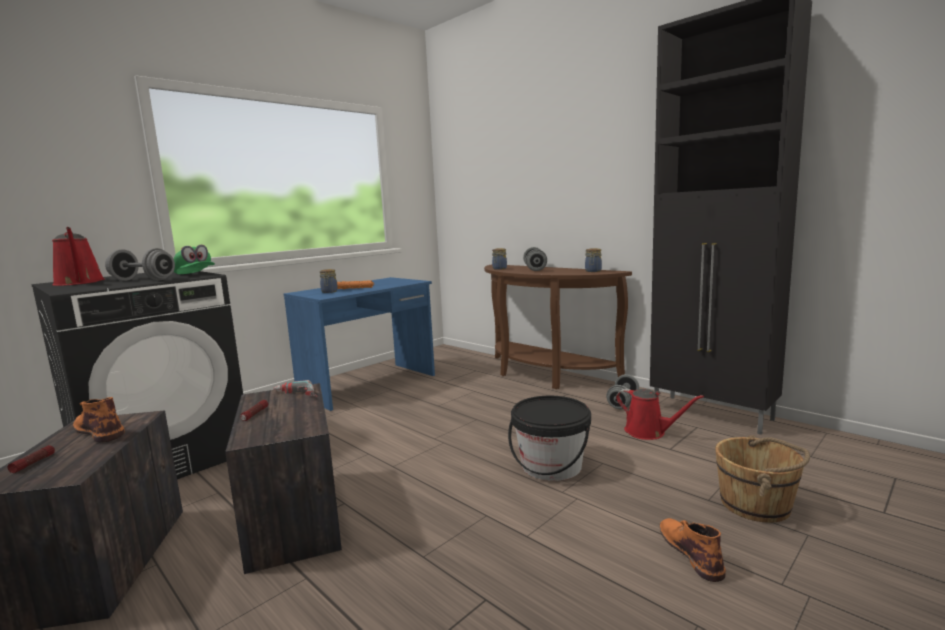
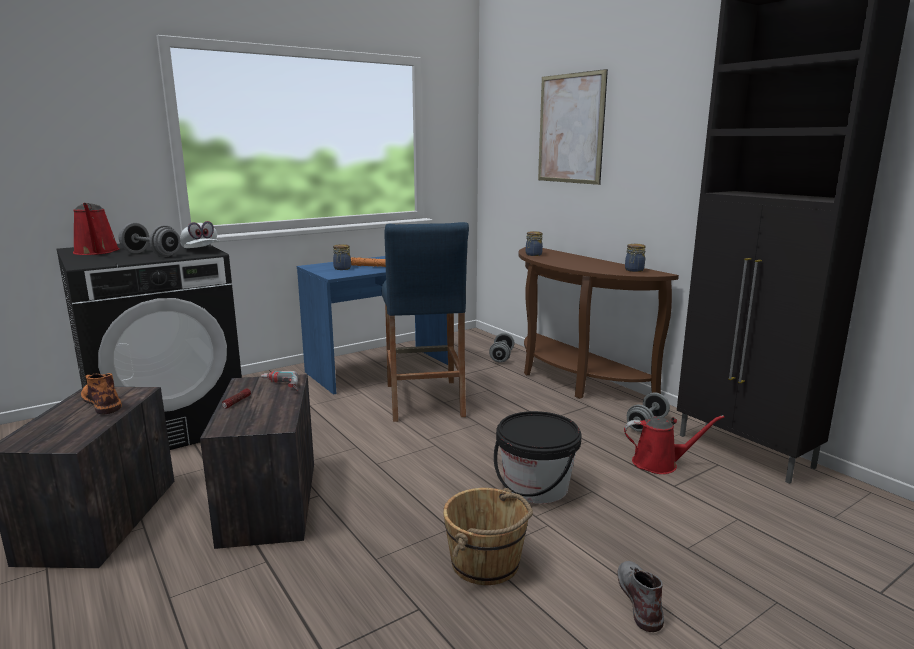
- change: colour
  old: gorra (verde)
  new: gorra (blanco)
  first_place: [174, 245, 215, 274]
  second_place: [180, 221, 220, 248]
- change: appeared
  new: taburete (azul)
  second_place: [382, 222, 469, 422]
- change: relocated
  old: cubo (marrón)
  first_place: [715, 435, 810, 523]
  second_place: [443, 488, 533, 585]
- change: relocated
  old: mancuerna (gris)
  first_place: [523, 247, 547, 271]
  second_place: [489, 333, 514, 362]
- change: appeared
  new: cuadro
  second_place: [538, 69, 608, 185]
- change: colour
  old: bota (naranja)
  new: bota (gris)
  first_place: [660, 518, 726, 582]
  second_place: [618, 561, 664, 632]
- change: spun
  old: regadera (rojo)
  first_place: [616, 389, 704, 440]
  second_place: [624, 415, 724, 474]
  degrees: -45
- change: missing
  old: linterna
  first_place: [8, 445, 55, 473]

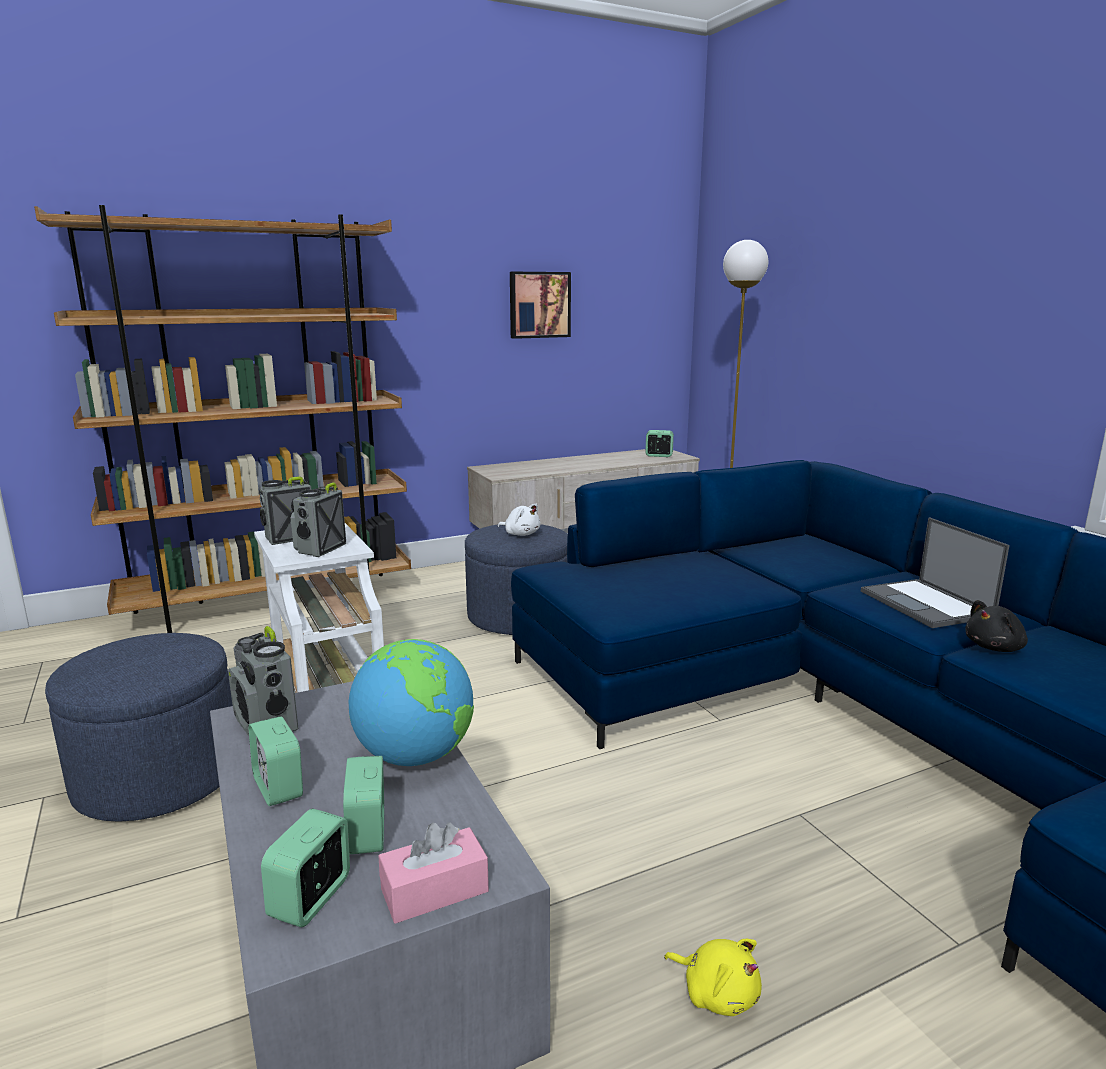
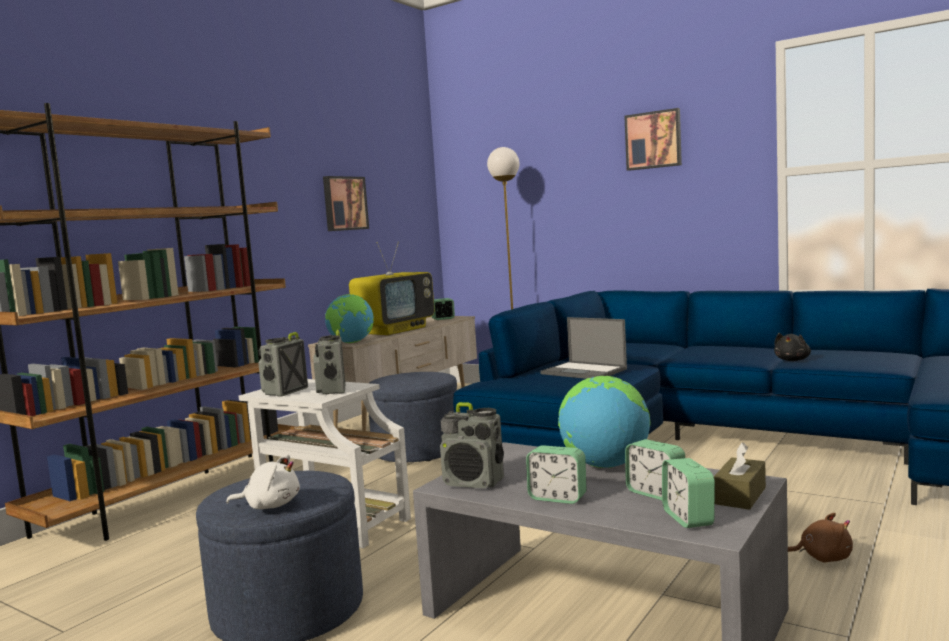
- change: relocated
  old: peluche (blanco)
  first_place: [498, 504, 540, 536]
  second_place: [226, 454, 300, 509]
- change: appeared
  new: globo terráqueo
  second_place: [325, 294, 374, 343]
- change: appeared
  new: televisor
  second_place: [349, 241, 434, 335]
- change: relocated
  old: portátil
  first_place: [861, 517, 1010, 628]
  second_place: [540, 317, 627, 379]
- change: appeared
  new: cuadro
  second_place: [624, 108, 682, 171]
- change: colour
  old: caja de pañuelos (rosa)
  new: caja de pañuelos (marrón)
  first_place: [379, 822, 489, 924]
  second_place: [714, 442, 766, 510]
- change: colour
  old: peluche (amarillo)
  new: peluche (marrón)
  first_place: [664, 939, 762, 1016]
  second_place: [788, 513, 853, 563]

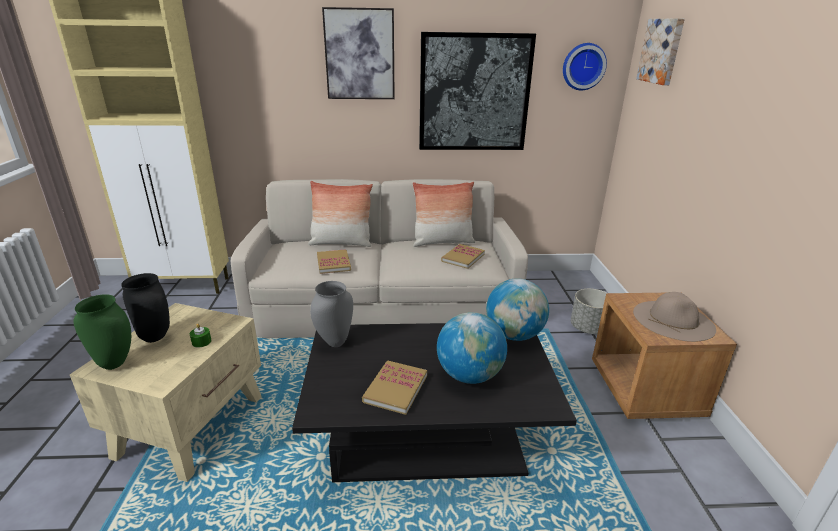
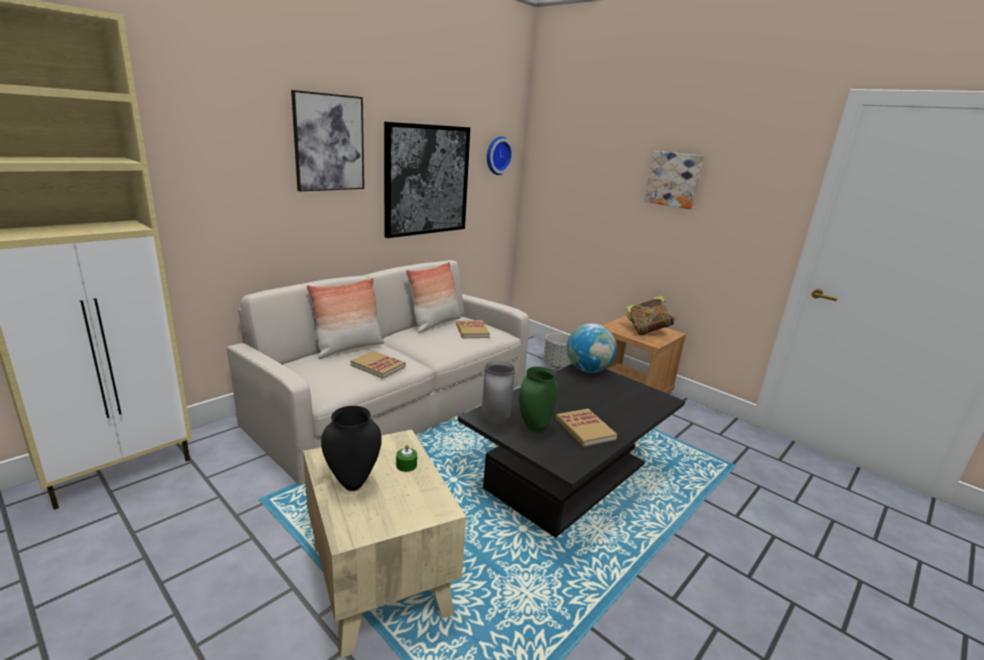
- change: relocated
  old: florero (verde)
  first_place: [73, 294, 131, 370]
  second_place: [519, 367, 559, 432]
- change: exchanged
  old: sombrero (beis)
  new: libro
  first_place: [633, 292, 716, 342]
  second_place: [626, 296, 676, 335]
- change: relocated
  old: cuadro
  first_place: [636, 18, 685, 85]
  second_place: [644, 151, 704, 209]
- change: missing
  old: globo terráqueo
  first_place: [437, 312, 507, 384]

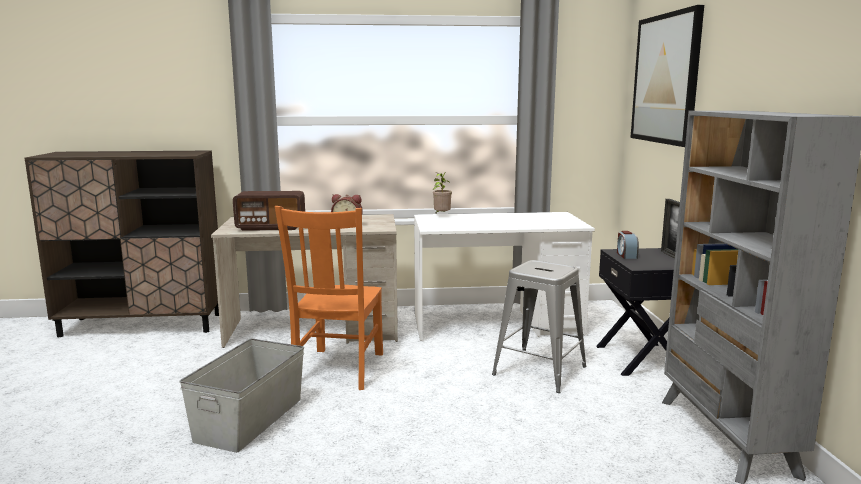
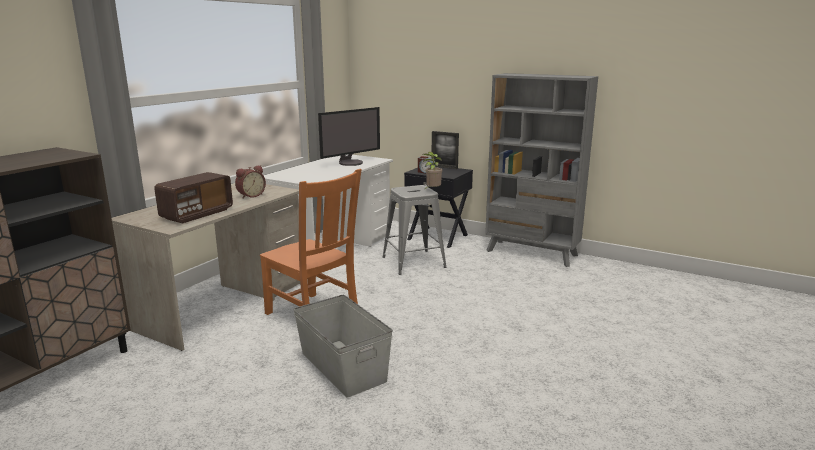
- change: appeared
  new: monitor
  second_place: [318, 107, 380, 166]
- change: relocated
  old: planta en maceta
  first_place: [433, 172, 452, 213]
  second_place: [423, 152, 442, 189]
- change: missing
  old: cuadro
  first_place: [631, 5, 704, 147]

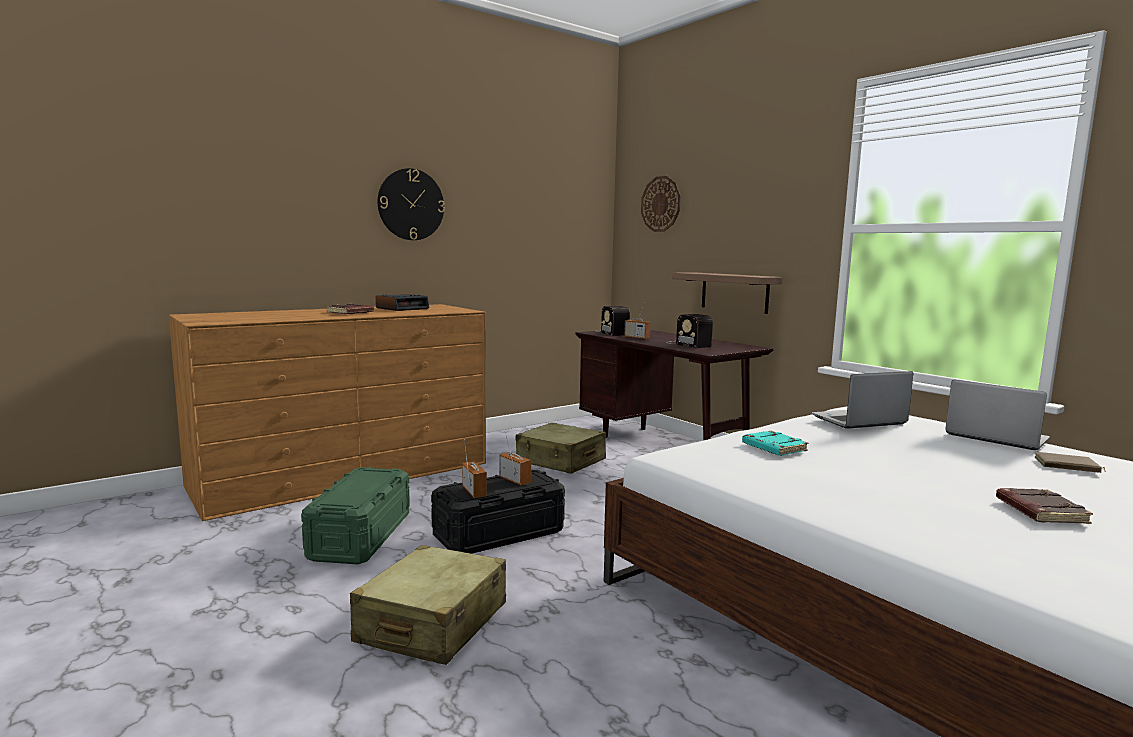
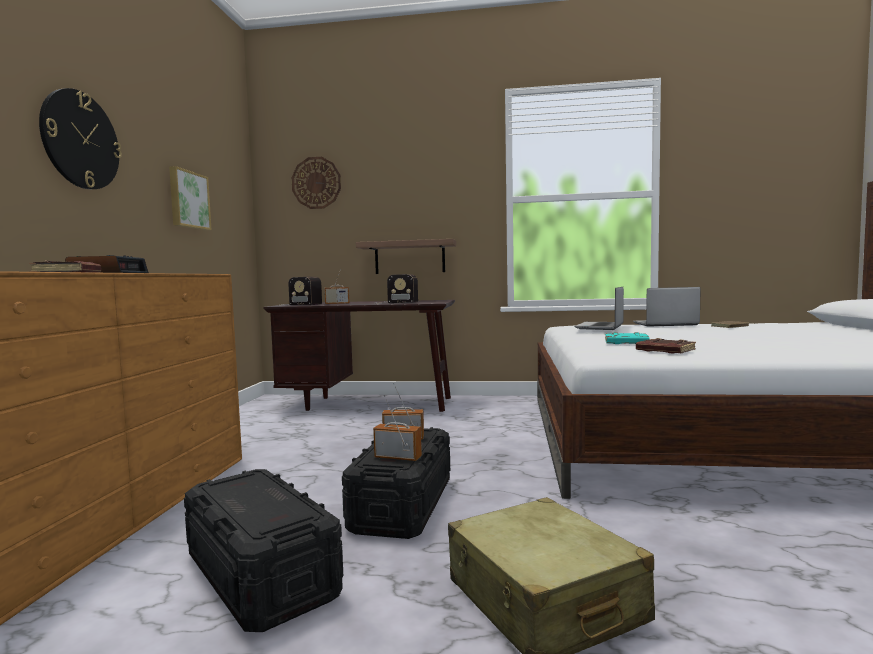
- change: appeared
  new: cuadro
  second_place: [169, 166, 212, 230]
- change: colour
  old: caja de almacenaje (verde)
  new: caja de almacenaje (negro)
  first_place: [301, 467, 410, 564]
  second_place: [184, 469, 343, 632]
- change: relocated
  old: libro (marrón)
  first_place: [996, 488, 1093, 524]
  second_place: [636, 338, 696, 353]
- change: missing
  old: maleta (beis)
  first_place: [516, 423, 606, 474]

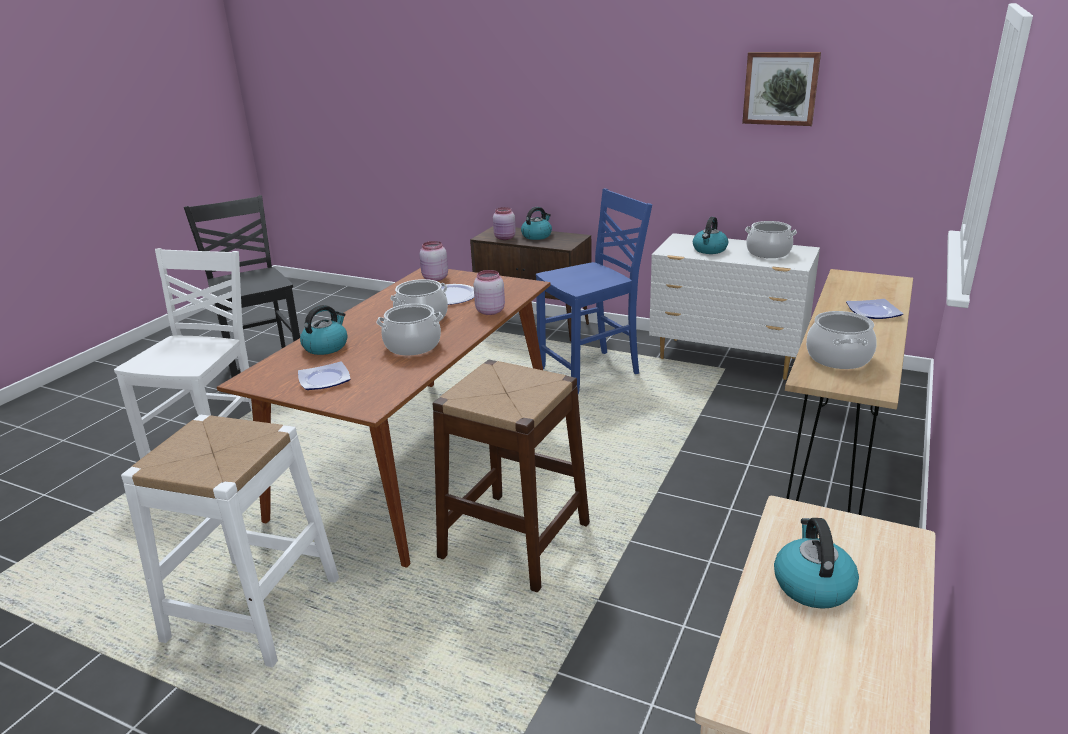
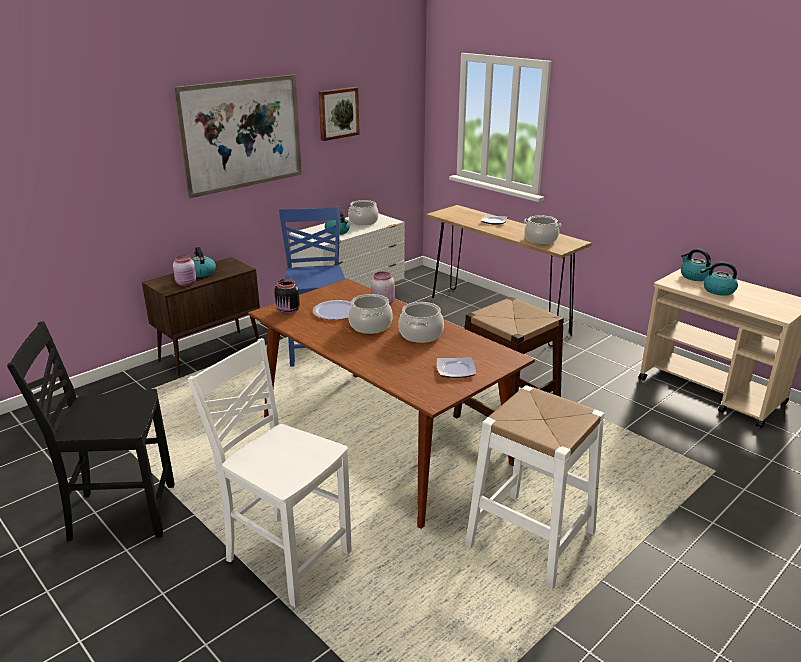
- change: appeared
  new: cuadro
  second_place: [173, 75, 302, 198]
- change: colour
  old: tarro (rosa)
  new: tarro (negro)
  first_place: [419, 241, 448, 281]
  second_place: [274, 279, 300, 315]
- change: relocated
  old: hervidor
  first_place: [300, 305, 348, 355]
  second_place: [681, 249, 713, 281]

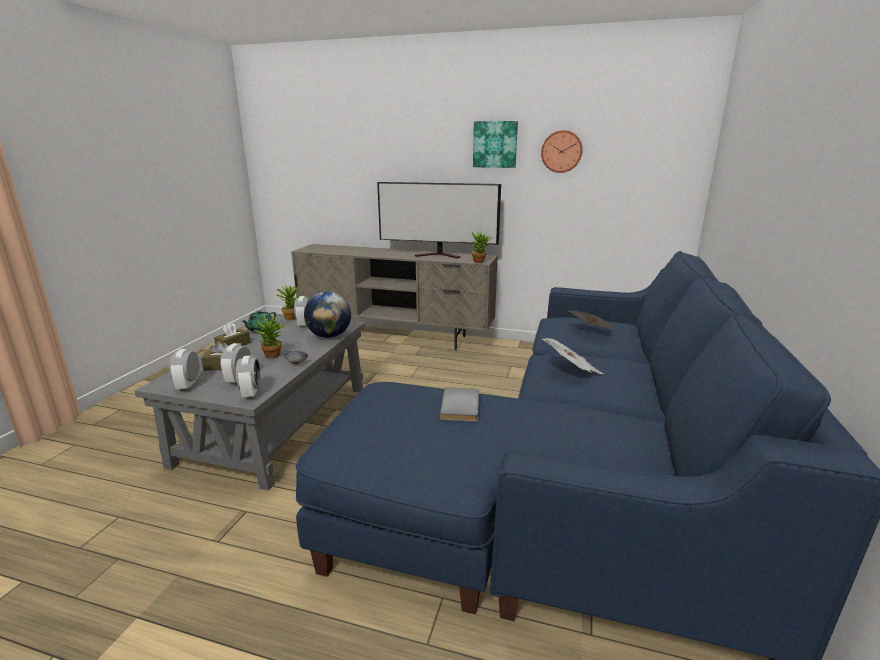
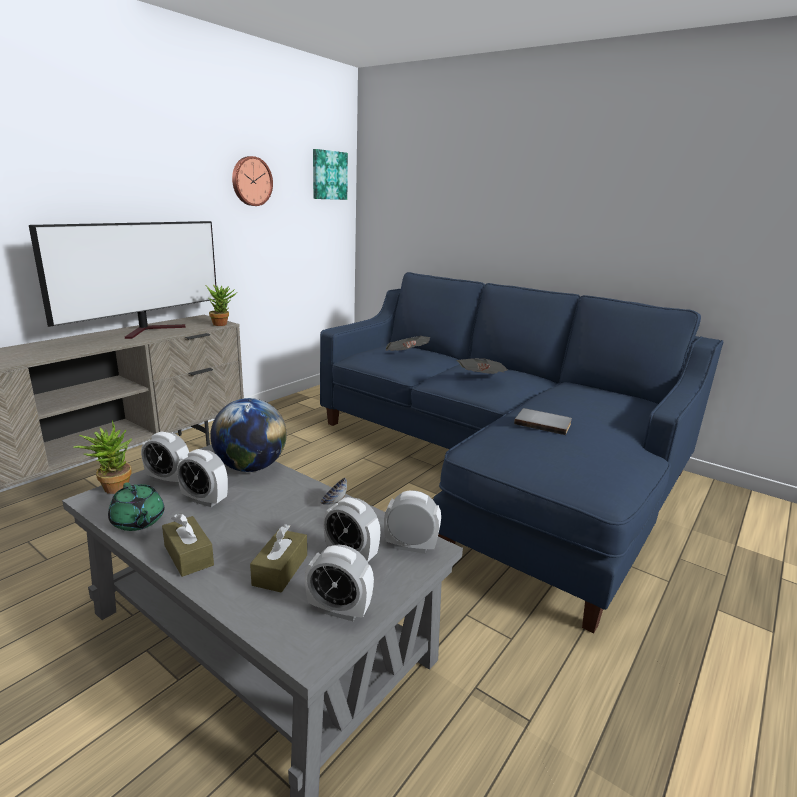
- change: appeared
  new: despertador
  second_place: [177, 449, 228, 507]
- change: relocated
  old: cuadro
  first_place: [473, 121, 518, 168]
  second_place: [313, 149, 348, 200]
- change: missing
  old: planta en maceta
  first_place: [254, 314, 286, 359]

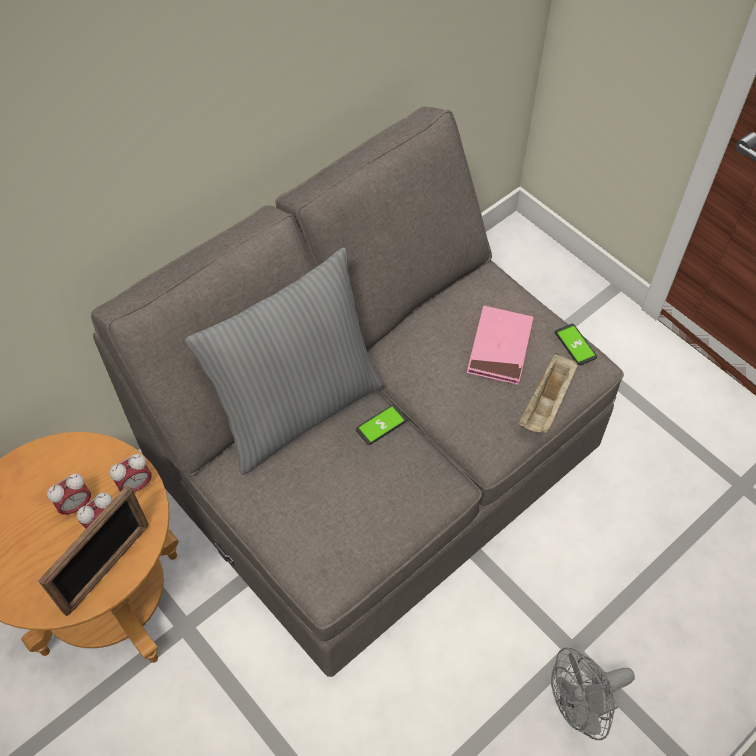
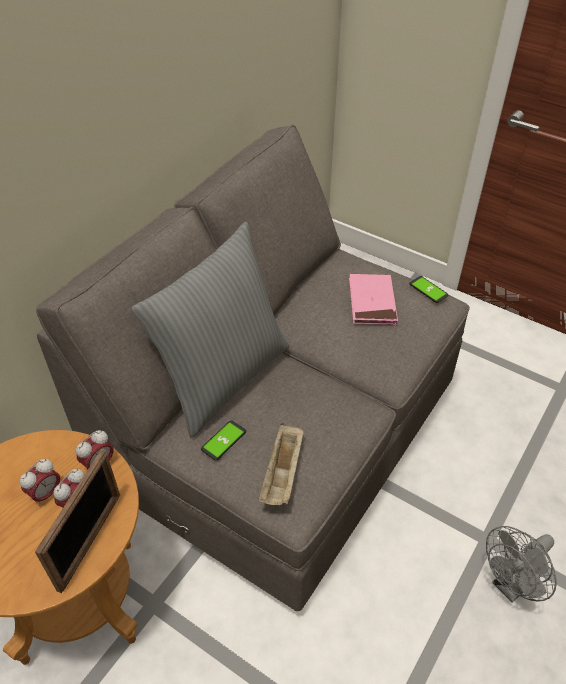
- change: relocated
  old: móvil
  first_place: [356, 404, 408, 445]
  second_place: [201, 420, 246, 460]
- change: relocated
  old: bandeja (beis)
  first_place: [519, 353, 578, 433]
  second_place: [258, 423, 304, 505]

